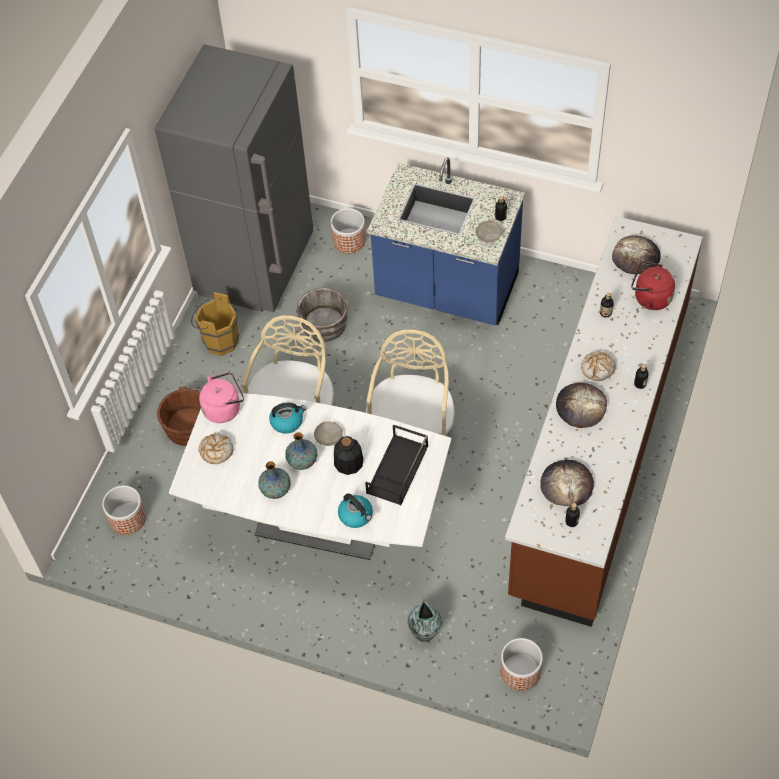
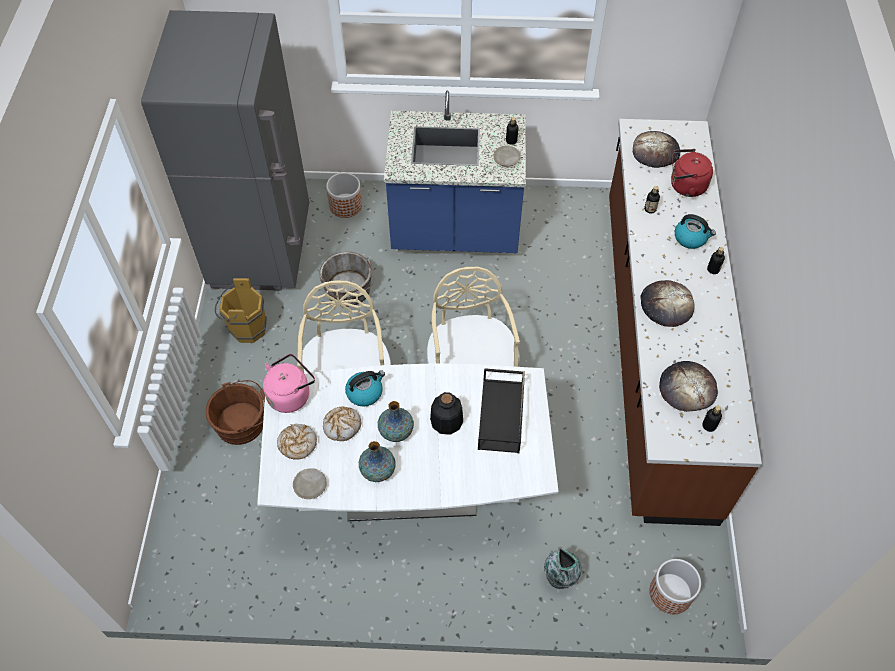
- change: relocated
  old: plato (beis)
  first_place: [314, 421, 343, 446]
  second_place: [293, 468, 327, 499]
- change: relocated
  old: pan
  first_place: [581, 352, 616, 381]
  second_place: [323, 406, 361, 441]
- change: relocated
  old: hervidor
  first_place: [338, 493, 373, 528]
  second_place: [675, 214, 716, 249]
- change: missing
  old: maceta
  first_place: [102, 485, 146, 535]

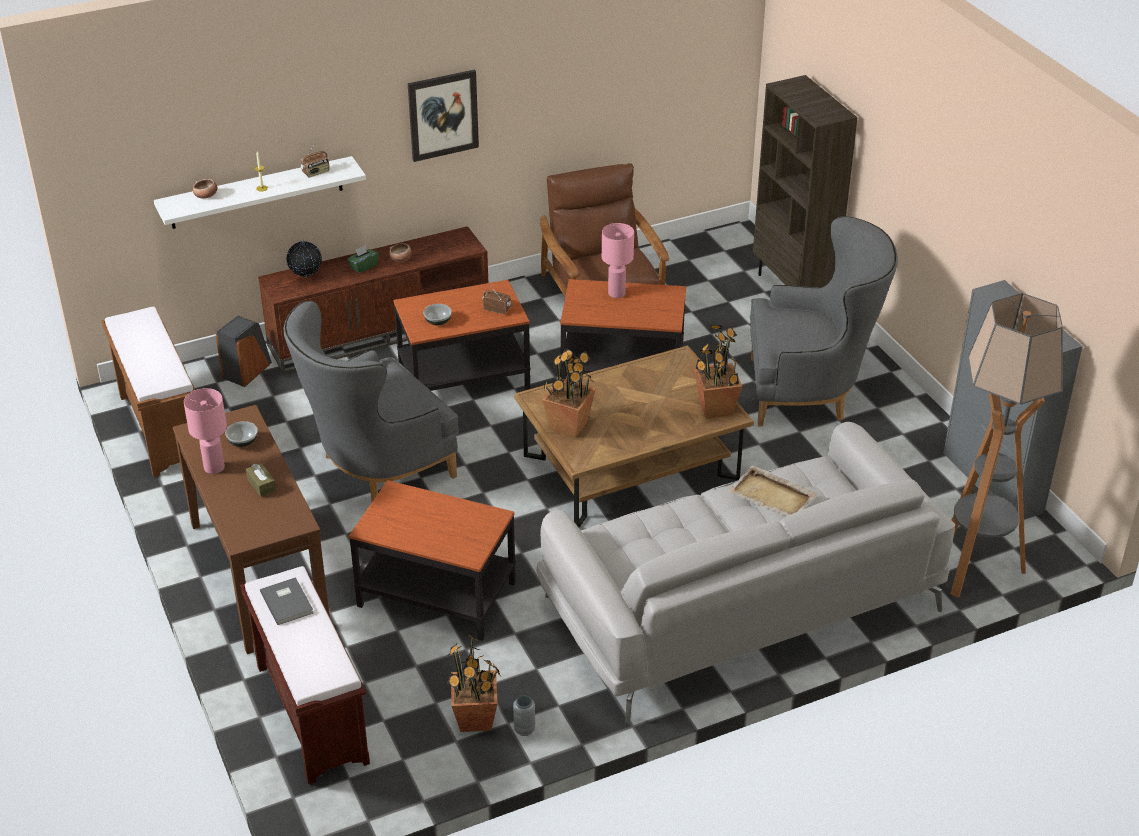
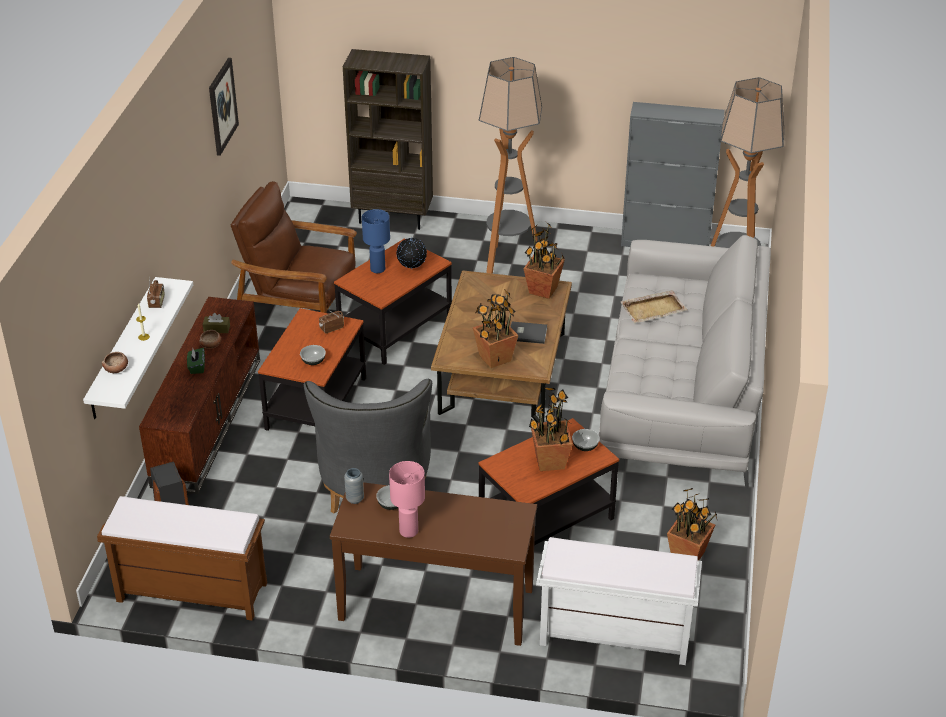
- change: relocated
  old: caja de pañuelos (marrón)
  first_place: [246, 463, 277, 497]
  second_place: [203, 313, 230, 333]
- change: relocated
  old: cuadro
  first_place: [408, 70, 479, 162]
  second_place: [209, 58, 239, 156]
- change: relocated
  old: florero (gris)
  first_place: [513, 695, 535, 736]
  second_place: [344, 468, 364, 504]
- change: colour
  old: lámpara de mesa (rosa)
  new: lámpara de mesa (azul)
  first_place: [602, 223, 634, 298]
  second_place: [362, 209, 390, 273]
- change: relocated
  old: globo terráqueo
  first_place: [286, 240, 322, 278]
  second_place: [396, 237, 427, 270]
- change: exchanged
  old: sillón (gris)
  new: lámpara de pie
  first_place: [750, 216, 898, 426]
  second_place: [479, 57, 542, 274]
- change: relocated
  old: libro (gris)
  first_place: [260, 577, 313, 625]
  second_place: [511, 322, 547, 344]
- change: appeared
  new: planta en maceta
  second_place: [529, 387, 573, 471]
- change: colour
  old: banco (marrón)
  new: banco (blanco)
  first_place: [240, 566, 370, 785]
  second_place: [536, 537, 702, 665]
- change: appeared
  new: cuenco
  second_place: [572, 429, 600, 451]

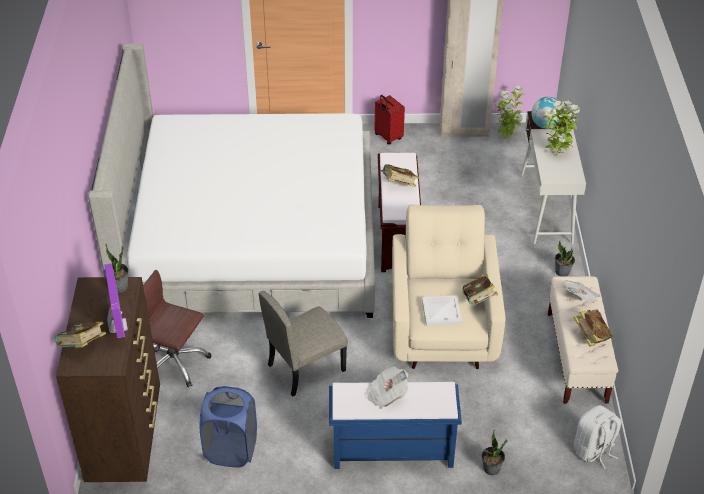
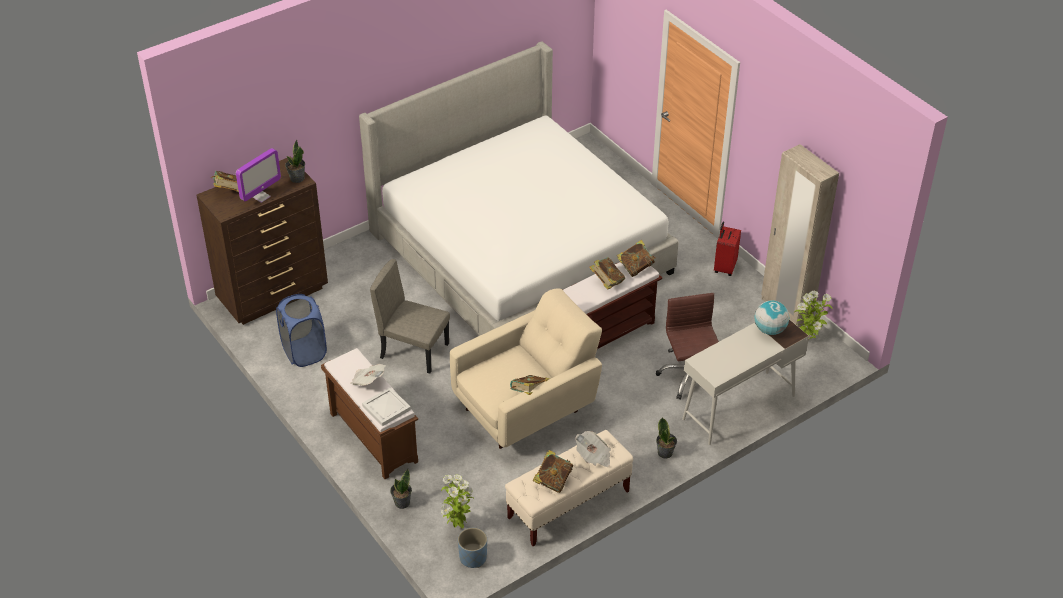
- change: colour
  old: banco (azul)
  new: banco (marrón)
  first_place: [329, 382, 462, 469]
  second_place: [321, 348, 418, 479]
- change: relocated
  old: bandeja (blanco)
  first_place: [422, 295, 462, 326]
  second_place: [362, 387, 411, 426]
- change: relocated
  old: planta en maceta
  first_place: [543, 101, 580, 156]
  second_place: [441, 474, 473, 529]
- change: exchanged
  old: mochila (blanco)
  new: maceta (azul)
  first_place: [574, 405, 621, 469]
  second_place: [458, 528, 487, 568]
- change: appeared
  new: libro
  second_place: [617, 240, 655, 277]
- change: relocated
  old: silla de oficina (marrón)
  first_place: [143, 270, 212, 387]
  second_place: [656, 293, 719, 400]

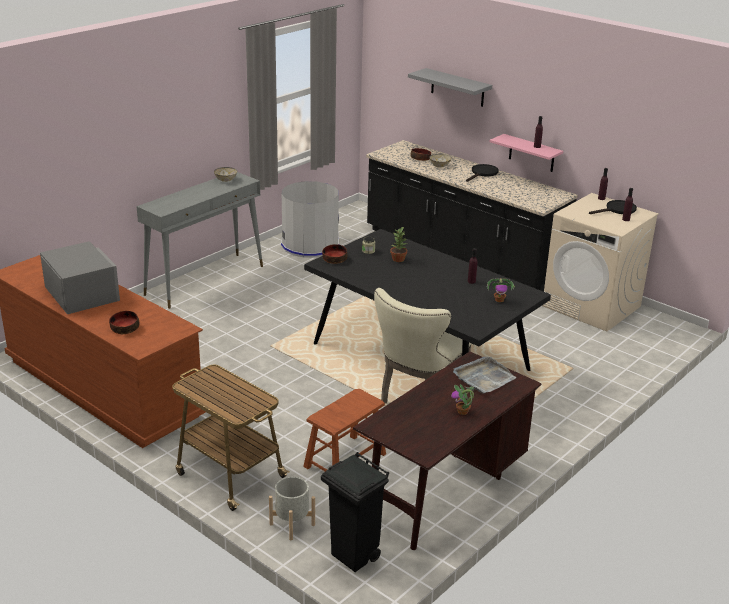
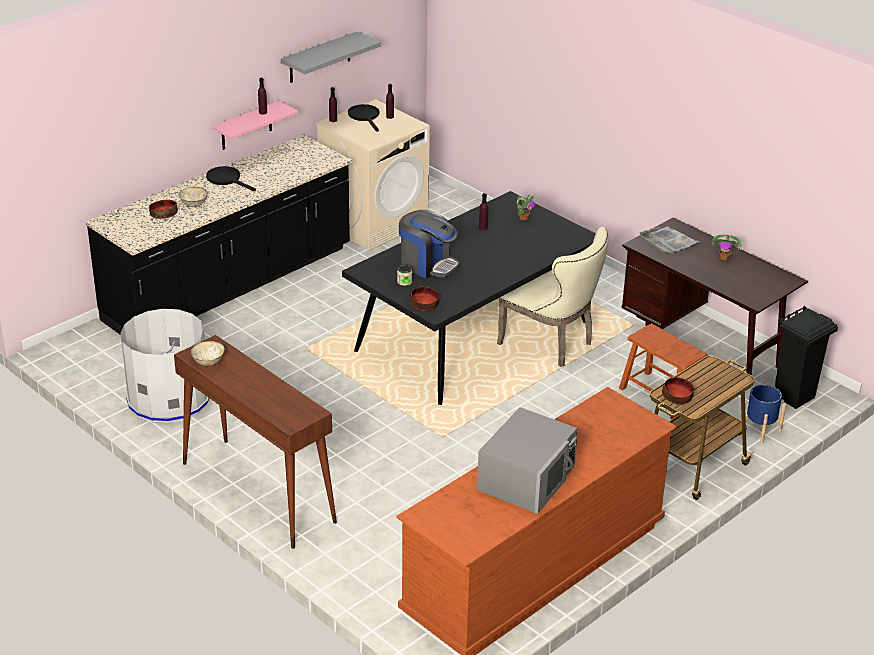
- change: colour
  old: mesa consola (gris)
  new: mesa consola (marrón)
  first_place: [136, 172, 263, 309]
  second_place: [174, 335, 337, 549]
- change: relocated
  old: estante (gris)
  first_place: [408, 68, 492, 107]
  second_place: [281, 31, 381, 83]
- change: exchanged
  old: planta en maceta
  new: cafetera
  first_place: [390, 226, 407, 262]
  second_place: [399, 210, 460, 278]
- change: spun
  old: microondas (gris)
  first_place: [40, 241, 120, 314]
  second_place: [477, 407, 577, 514]
  degrees: 150
- change: relocated
  old: cuenco
  first_place: [109, 311, 140, 334]
  second_place: [662, 377, 694, 404]
- change: colour
  old: maceta (gris)
  new: maceta (azul)
  first_place: [269, 477, 315, 540]
  second_place: [740, 385, 786, 443]

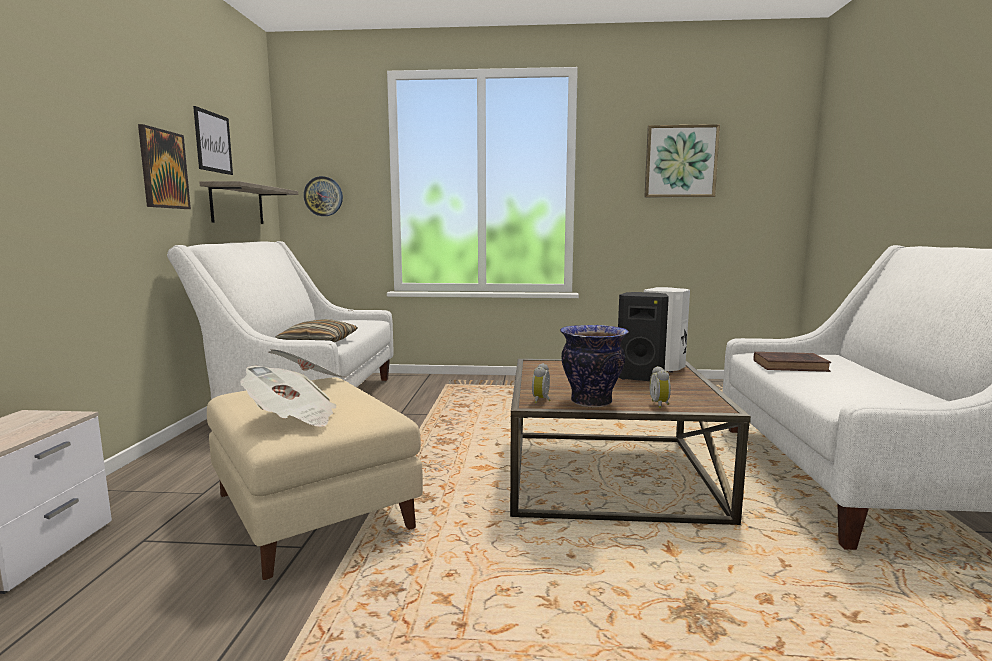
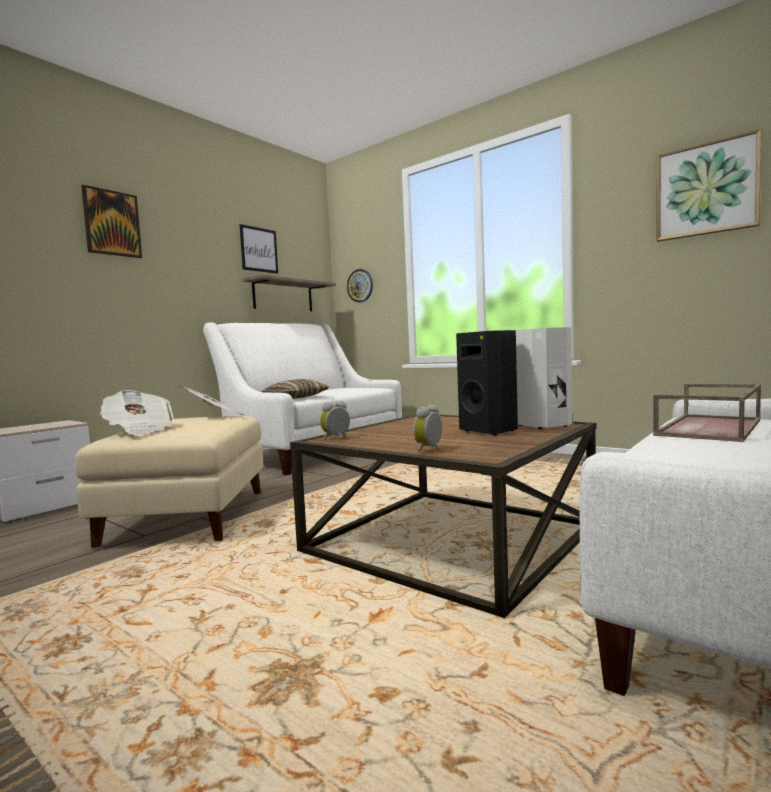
- change: relocated
  old: cuadro
  first_place: [138, 124, 191, 209]
  second_place: [81, 185, 142, 258]
- change: exchanged
  old: libro (marrón)
  new: bandeja (marrón)
  first_place: [753, 352, 831, 372]
  second_place: [653, 384, 761, 442]
- change: missing
  old: florero
  first_place: [560, 325, 629, 407]

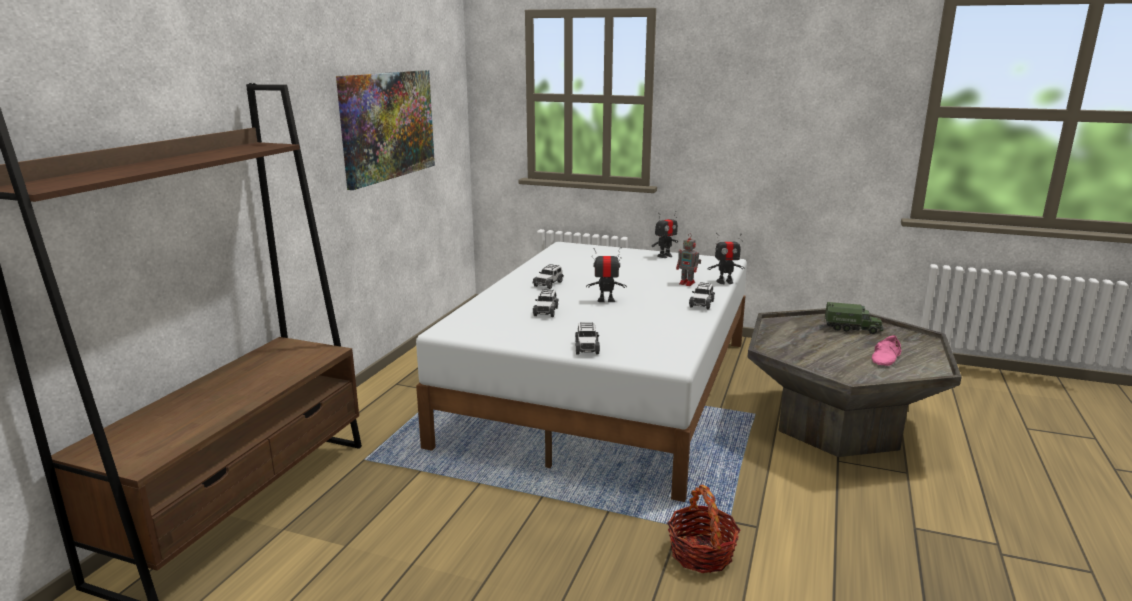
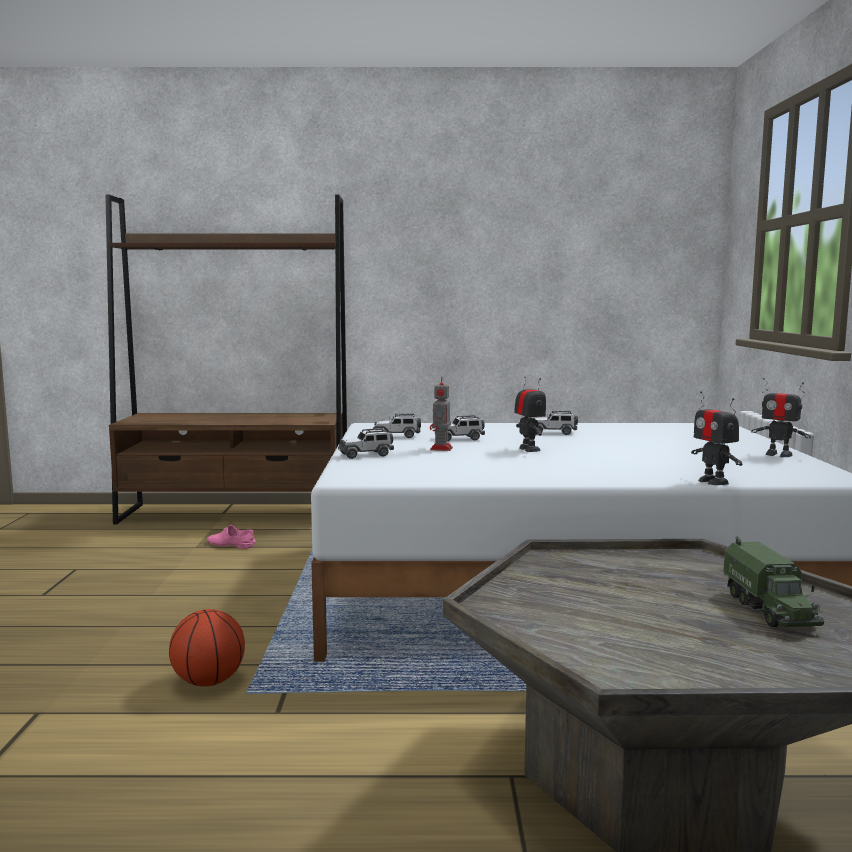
- change: exchanged
  old: cesta
  new: balón de baloncesto
  first_place: [667, 485, 740, 573]
  second_place: [169, 609, 245, 687]
- change: relocated
  old: zapato (rosa)
  first_place: [872, 335, 901, 366]
  second_place: [207, 525, 256, 549]
- change: relocated
  old: coche de juguete
  first_place: [689, 282, 715, 310]
  second_place: [373, 413, 421, 438]
- change: relocated
  old: robot de juguete
  first_place: [676, 233, 701, 286]
  second_place: [430, 376, 453, 451]
- change: missing
  old: cuadro
  first_place: [336, 70, 435, 190]

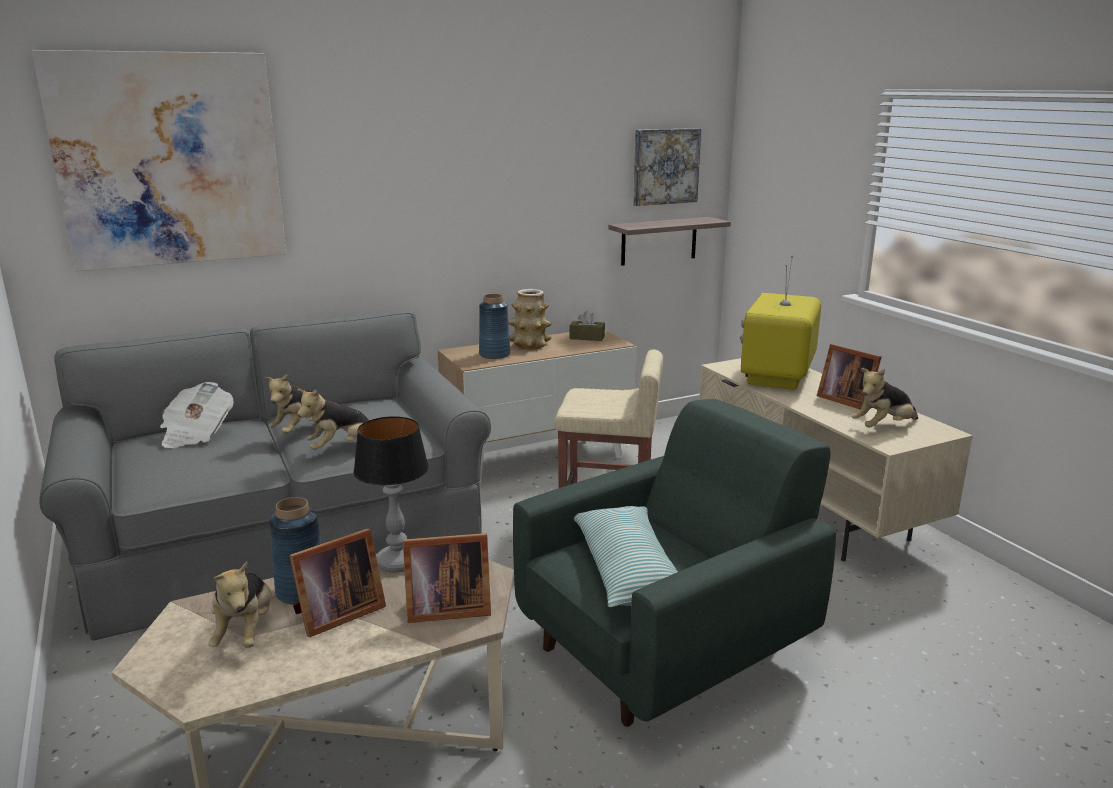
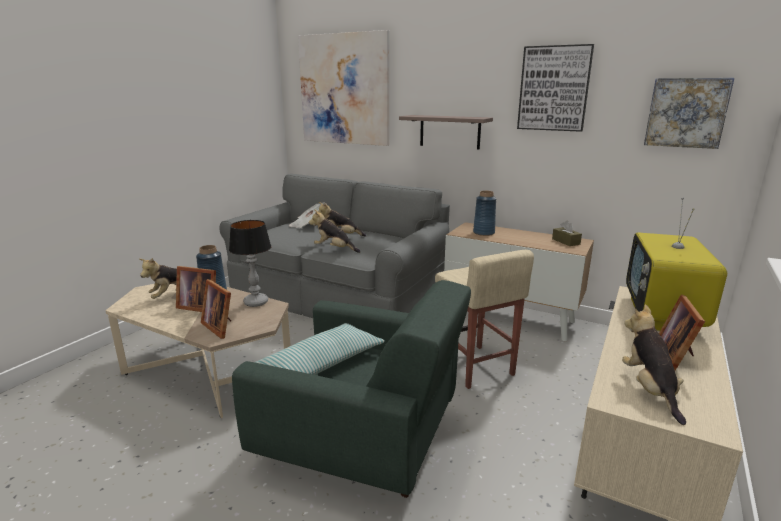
- change: relocated
  old: estante
  first_place: [608, 217, 731, 266]
  second_place: [399, 115, 493, 149]
- change: appeared
  new: cuadro
  second_place: [517, 44, 594, 132]
- change: spun
  old: peluche
  first_place: [851, 368, 918, 428]
  second_place: [622, 304, 686, 425]
  degrees: 60
- change: spun
  old: televisor
  first_place: [740, 256, 821, 390]
  second_place: [626, 198, 727, 331]
  degrees: -60
- change: missing
  old: florero
  first_place: [508, 289, 551, 350]

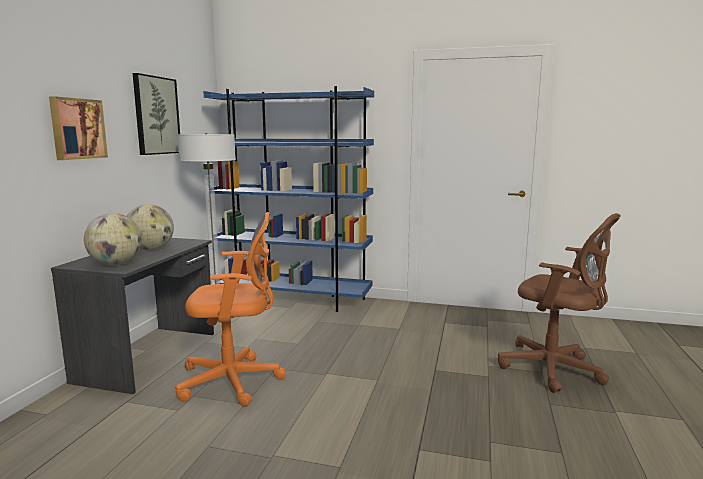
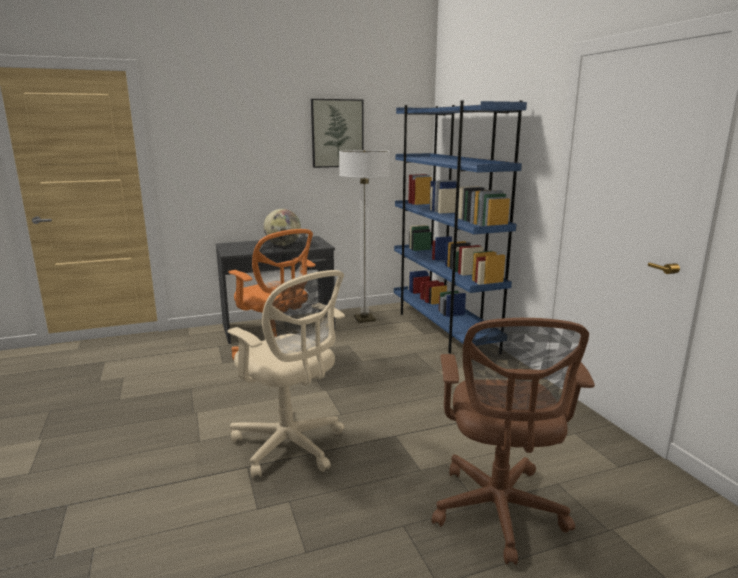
- change: appeared
  new: silla de oficina (beis)
  second_place: [227, 270, 345, 478]
- change: missing
  old: cuadro
  first_place: [49, 96, 108, 160]
- change: missing
  old: globo terráqueo
  first_place: [84, 213, 142, 265]

